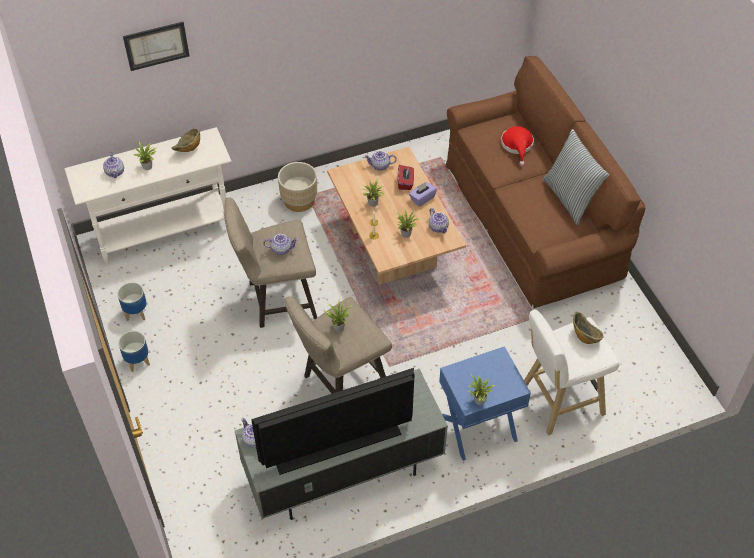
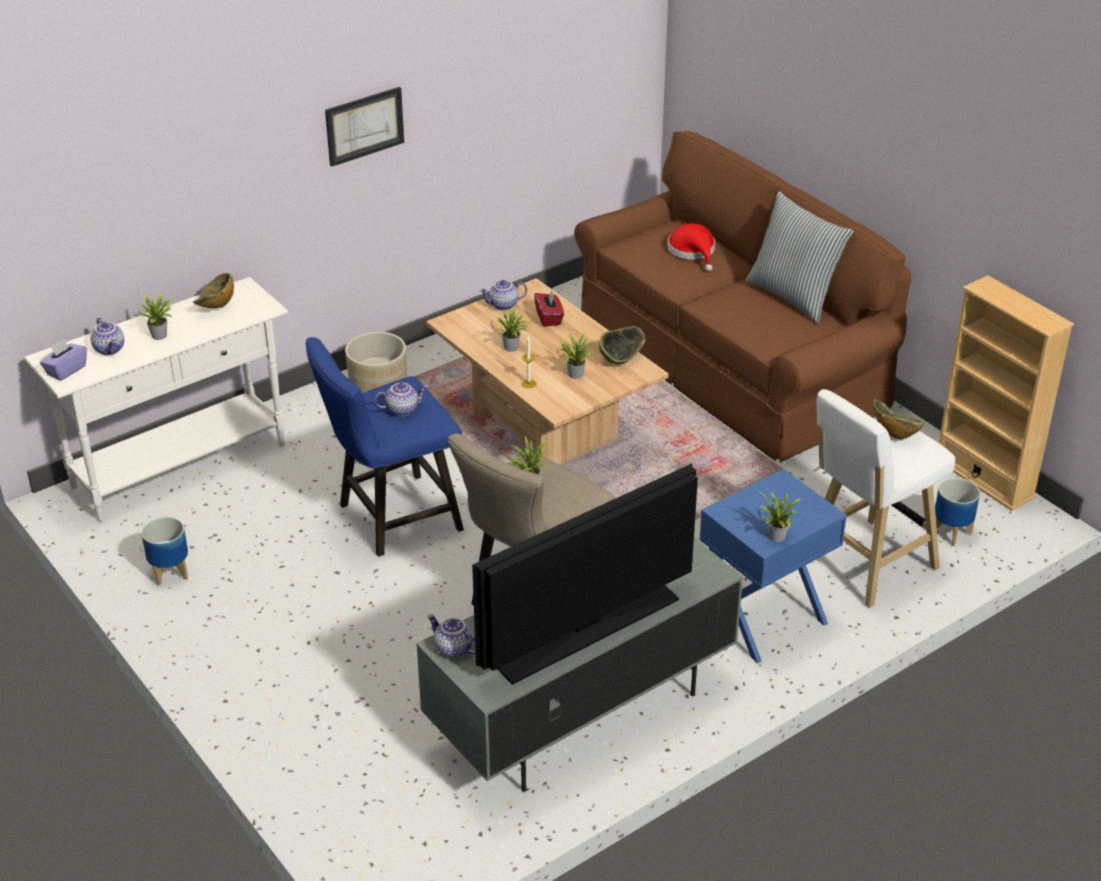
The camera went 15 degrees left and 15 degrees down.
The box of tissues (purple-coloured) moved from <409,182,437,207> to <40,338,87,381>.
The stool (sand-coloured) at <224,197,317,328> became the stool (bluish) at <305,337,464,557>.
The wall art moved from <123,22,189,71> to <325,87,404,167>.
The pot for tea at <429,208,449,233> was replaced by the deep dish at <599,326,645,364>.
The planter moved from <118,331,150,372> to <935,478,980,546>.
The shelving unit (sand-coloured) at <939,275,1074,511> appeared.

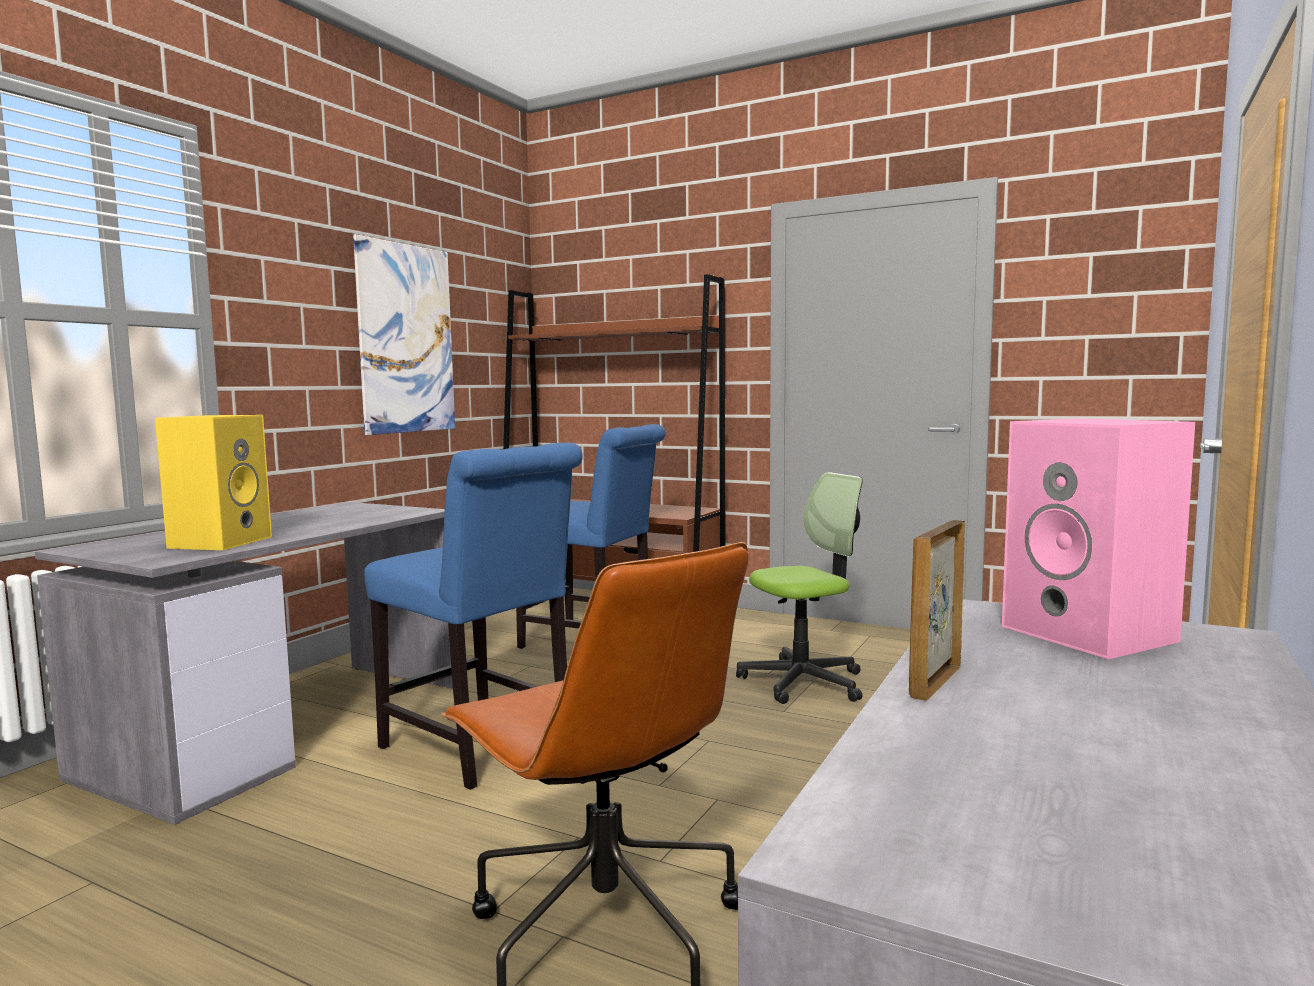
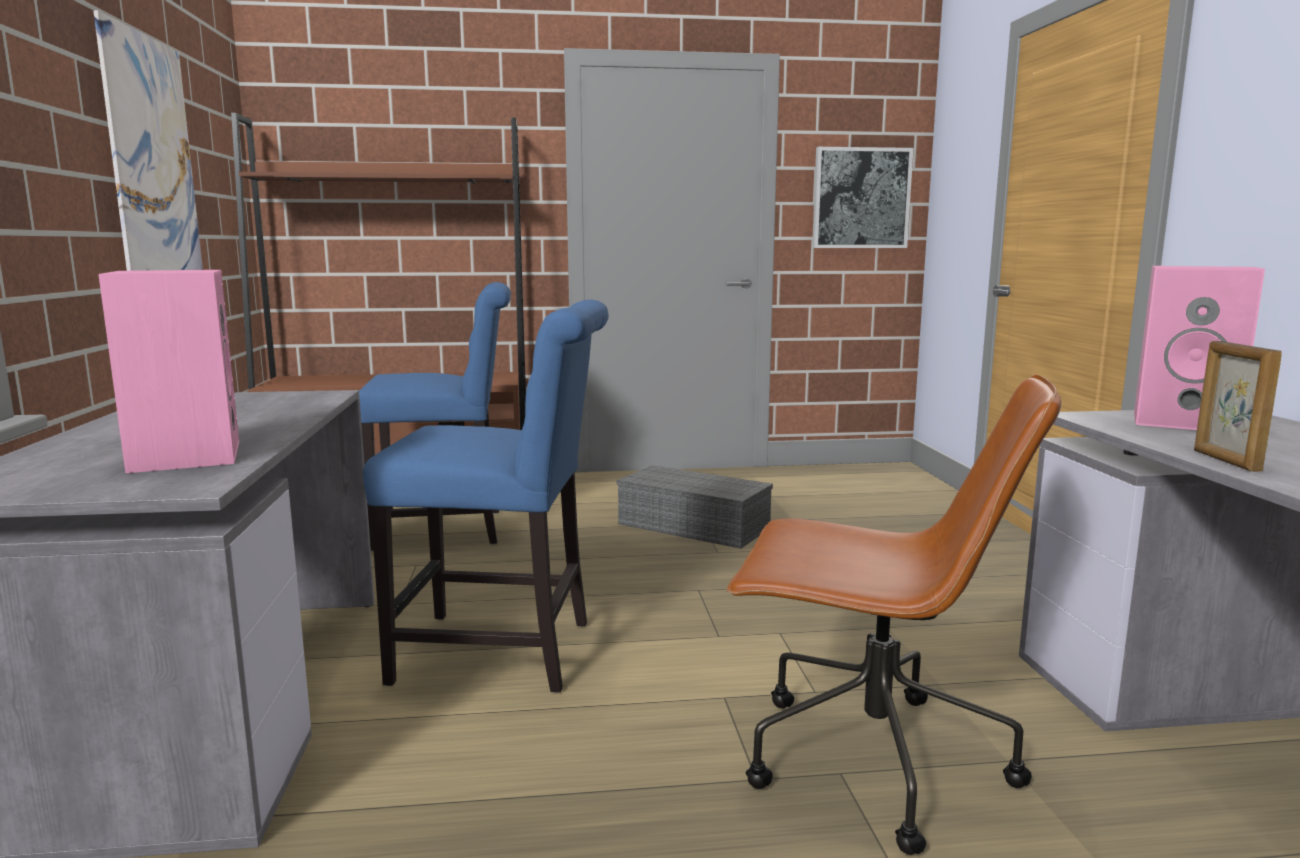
The camera went 35 degrees left and 5 degrees up.
The loudspeaker (yellow) at <155,415,272,550> became the loudspeaker (pink) at <98,270,239,473>.
The desk chair at <736,472,863,704> was replaced by the storage container (grey) at <617,465,773,549>.
The wall art at <812,147,913,248> appeared.

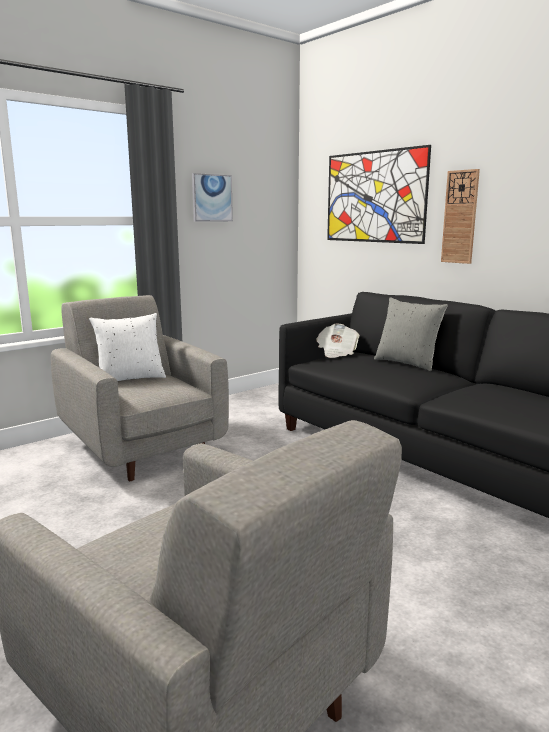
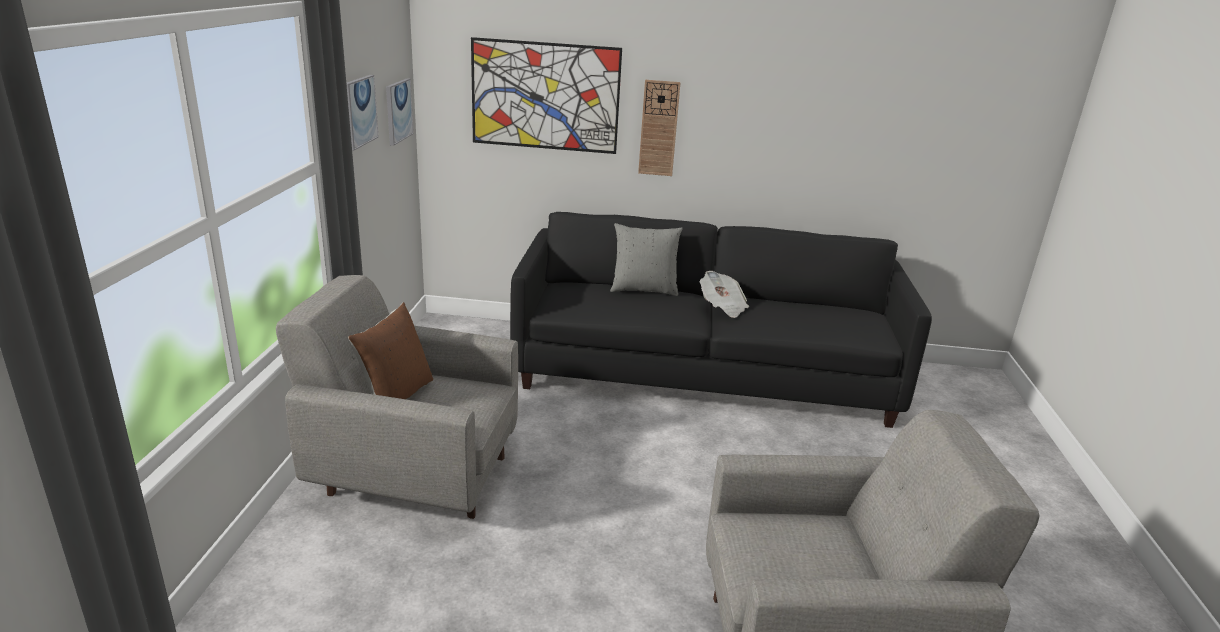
The camera went 45 degrees left and 10 degrees up.
The cushion (white-coloured) at <89,313,166,381> became the cushion (brown-coloured) at <348,302,433,399>.
The wall art at <386,78,413,146> appeared.
The newspaper moved from <316,323,360,358> to <700,271,749,318>.

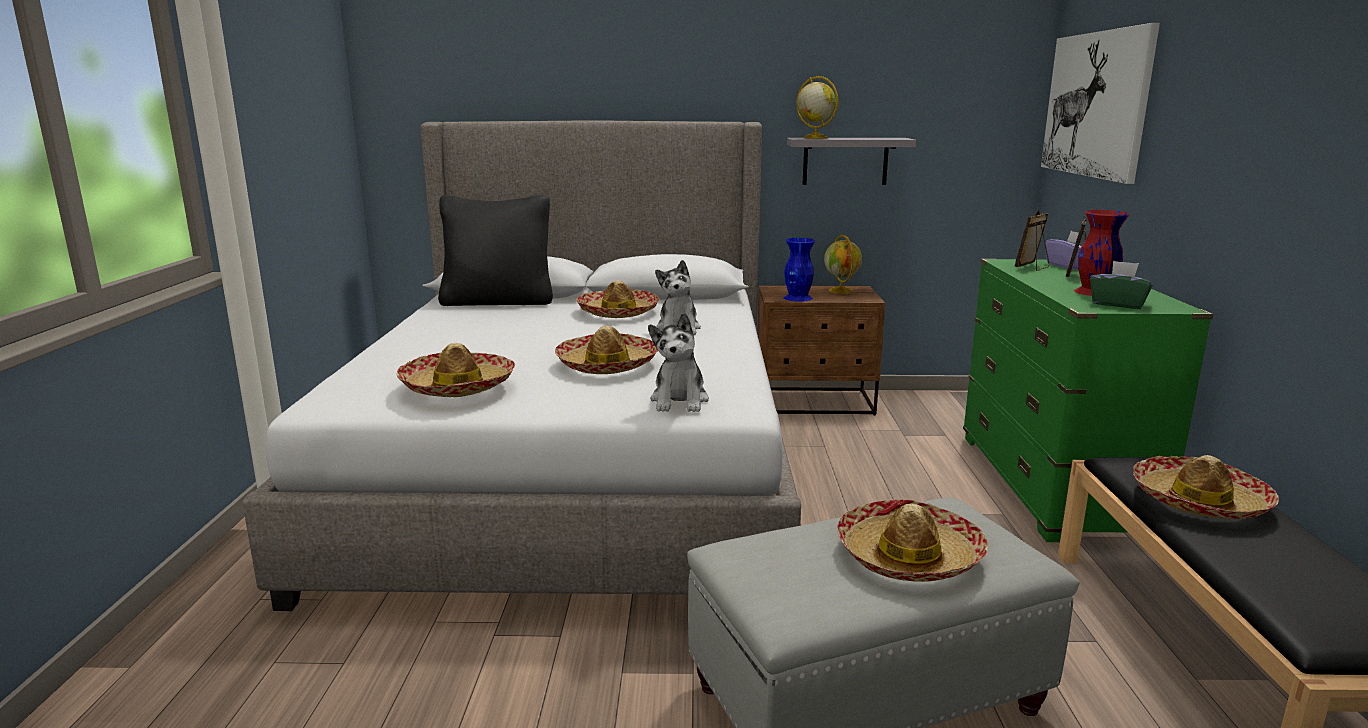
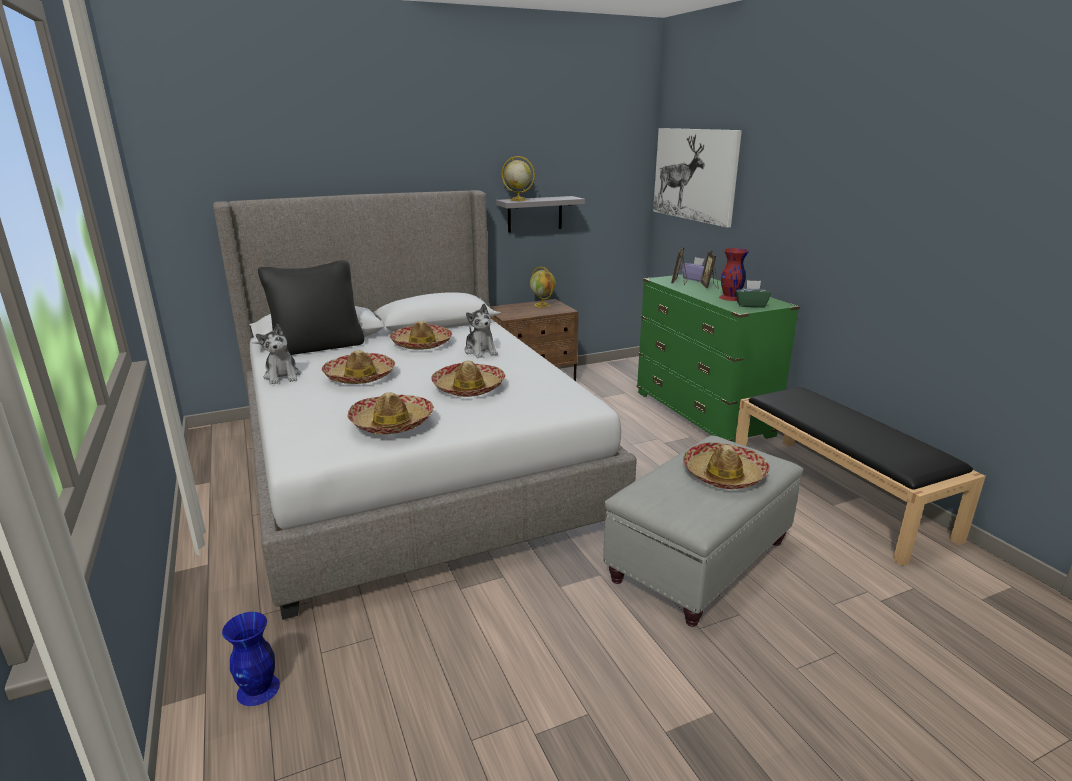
The camera went 25 degrees left and 5 degrees up.
The vase (bluish) moved from <784,238,815,302> to <222,612,280,706>.
The cuddly toy moved from <648,313,709,412> to <256,324,301,385>.
The wearable hat moved from <1133,455,1279,519> to <322,350,395,384>.

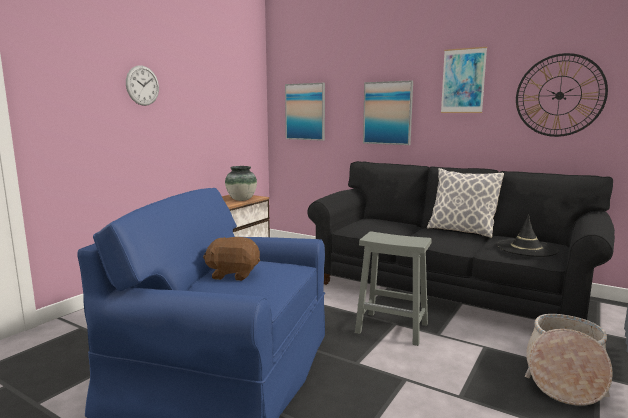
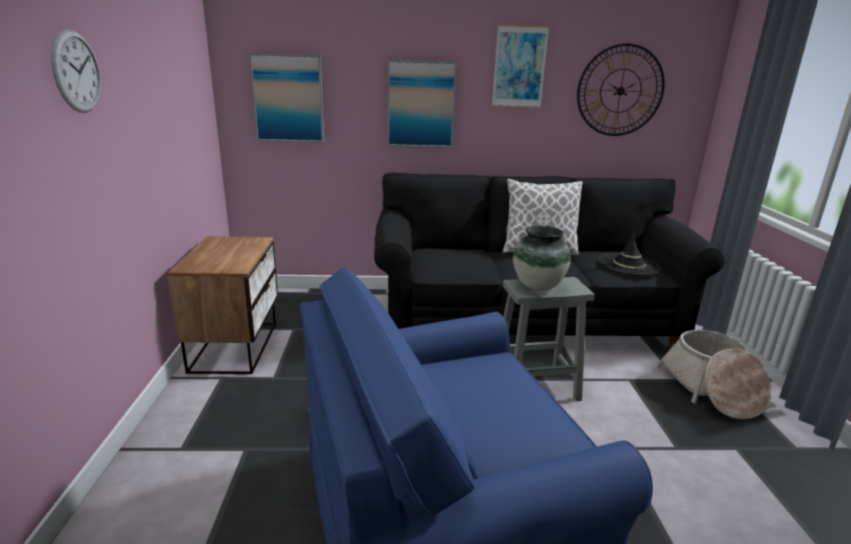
The camera went 35 degrees left and 10 degrees up.
The vase moved from <225,166,257,201> to <513,226,571,291>.
The cuddly toy (brown-coloured) at <203,237,260,281> disappeared.

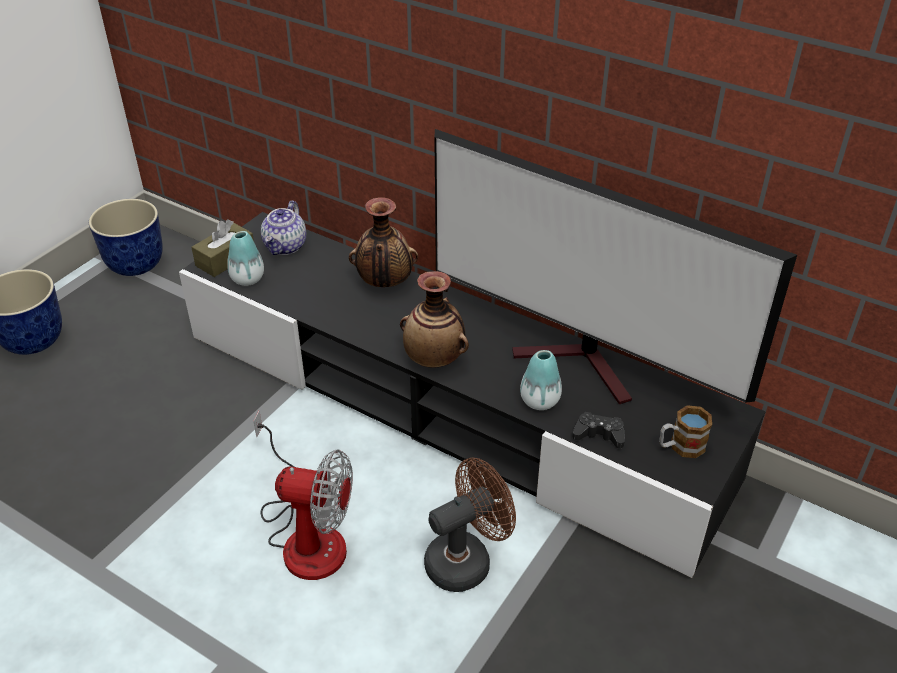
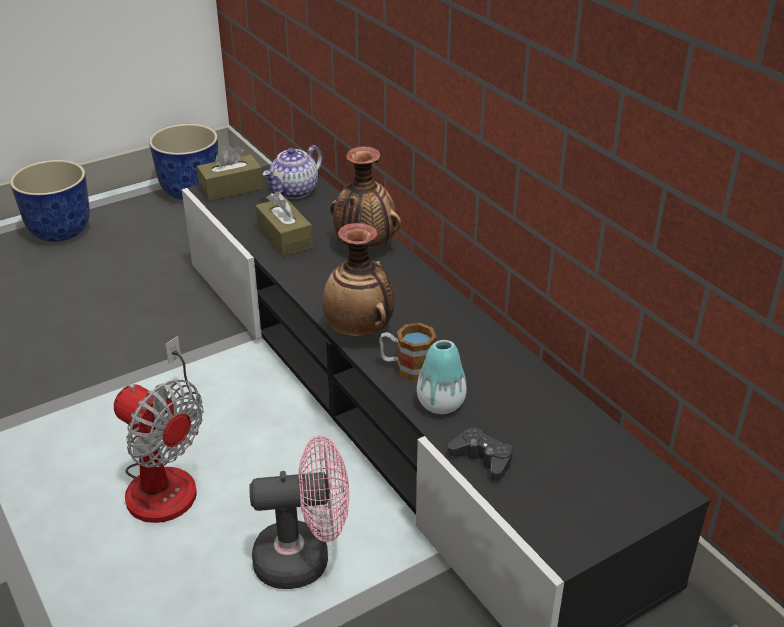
The camera went 25 degrees right and 5 degrees down.
The electric fan (brown-coloured) at <424,457,516,592> became the electric fan (pink) at <249,436,349,589>.
The box of tissues (brown-coloured) at <256,191,313,257> appeared.
The coffee mug moved from <659,405,712,458> to <379,323,436,381>.
The vase at <227,231,264,286> disappeared.
The television at <434,129,797,404> disappeared.

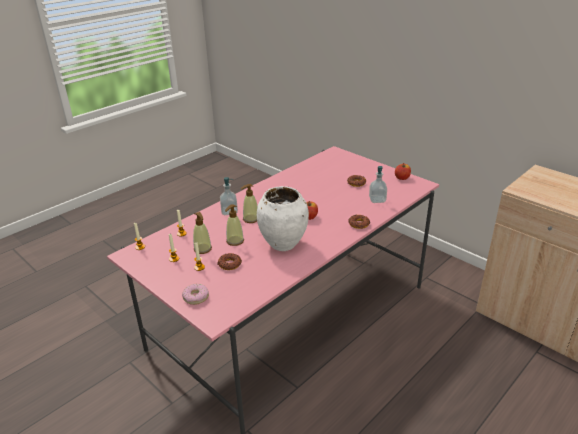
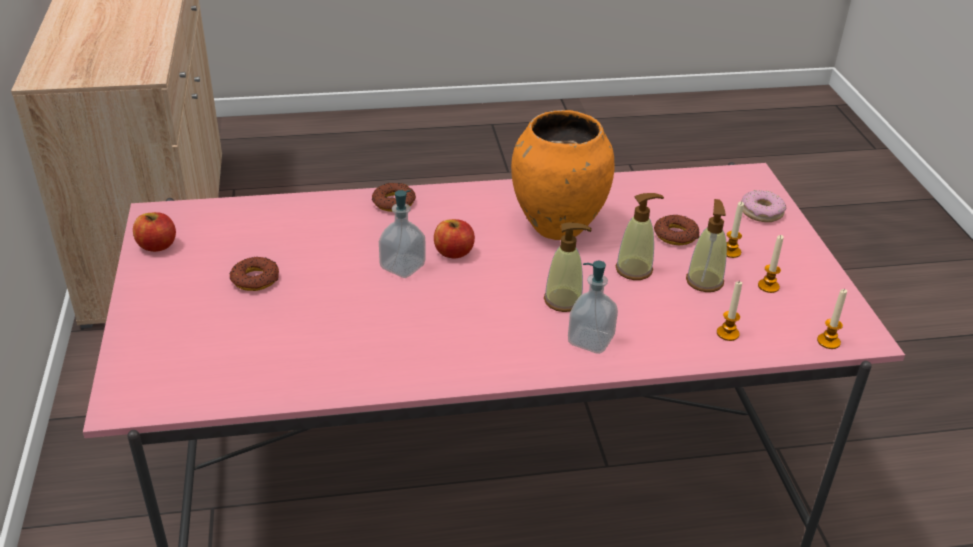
The camera went 145 degrees left and 5 degrees up.
The soap dispenser moved from <369,166,387,203> to <379,190,426,278>.
The vase (white-coloured) at <257,186,309,251> became the vase (orangey) at <511,110,614,240>.

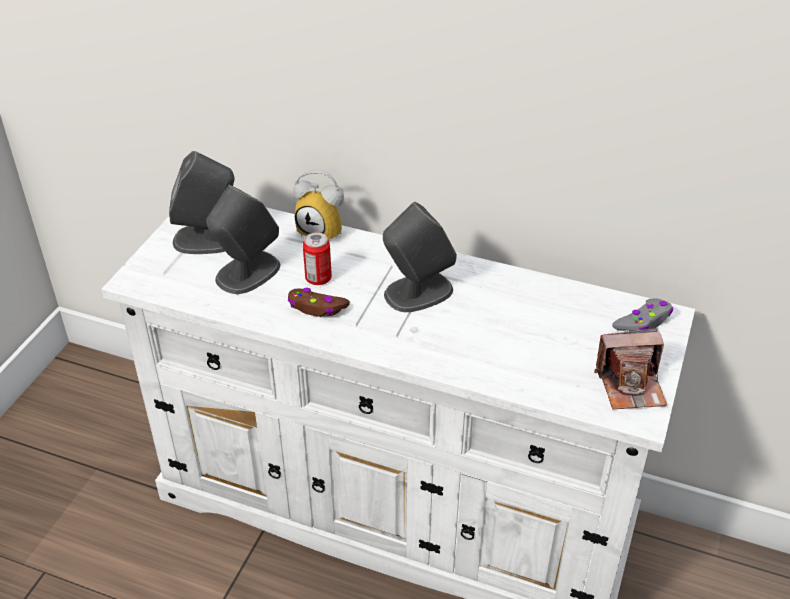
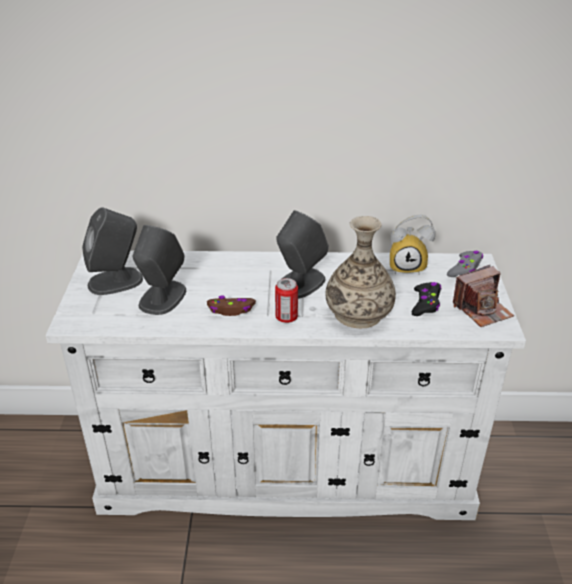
The camera went 20 degrees left and 5 degrees down.
The sealed can moved from <303,232,332,285> to <275,278,298,323>.
The vase at <325,216,396,329> appeared.
The alarm clock moved from <293,169,344,240> to <390,215,436,275>.
The game controller (blackish) at <412,282,441,316> appeared.

